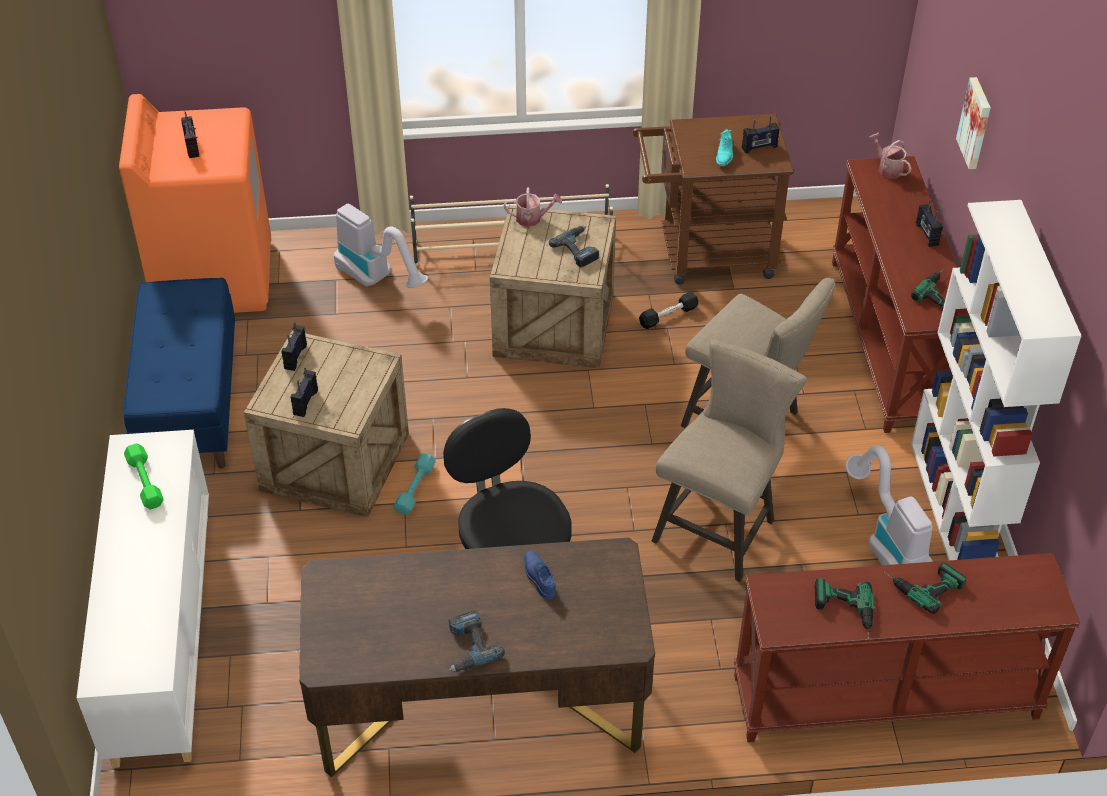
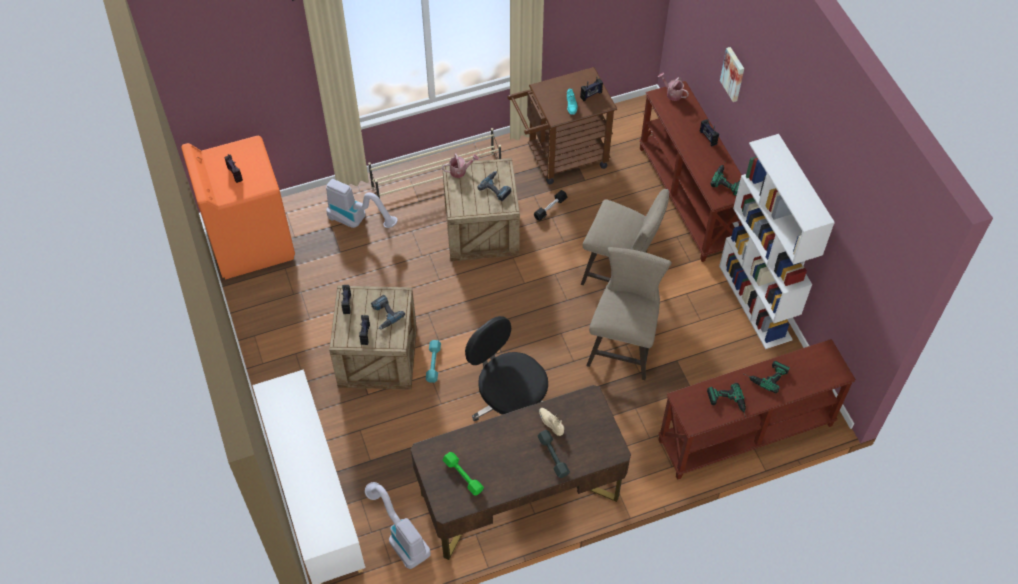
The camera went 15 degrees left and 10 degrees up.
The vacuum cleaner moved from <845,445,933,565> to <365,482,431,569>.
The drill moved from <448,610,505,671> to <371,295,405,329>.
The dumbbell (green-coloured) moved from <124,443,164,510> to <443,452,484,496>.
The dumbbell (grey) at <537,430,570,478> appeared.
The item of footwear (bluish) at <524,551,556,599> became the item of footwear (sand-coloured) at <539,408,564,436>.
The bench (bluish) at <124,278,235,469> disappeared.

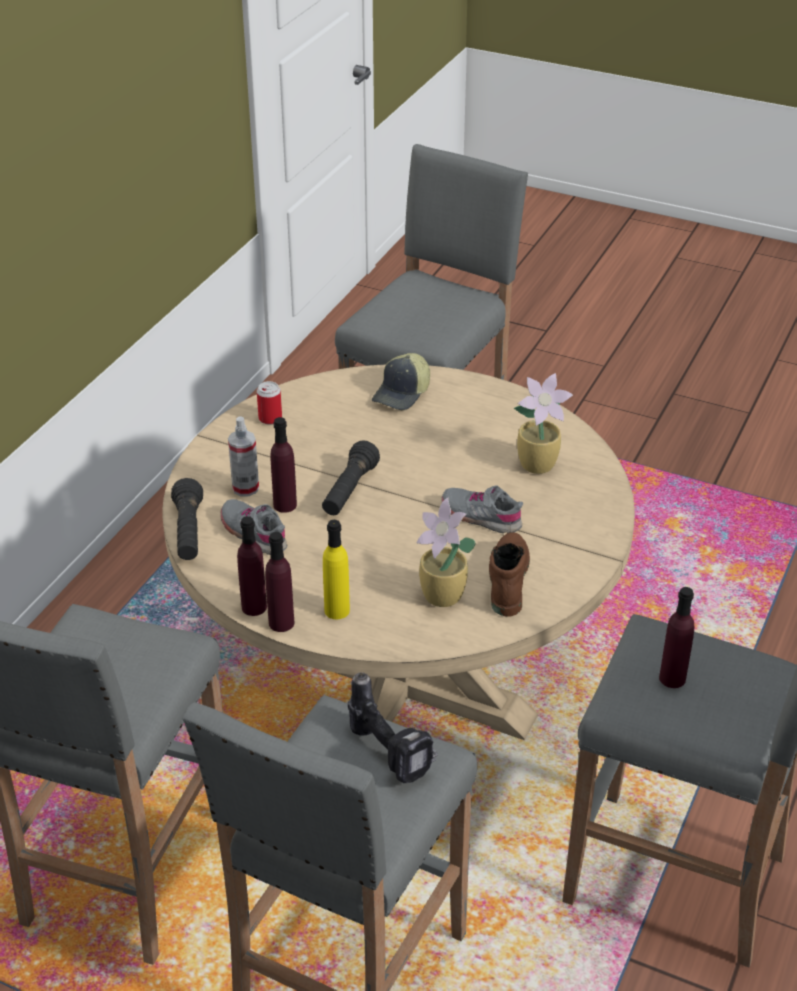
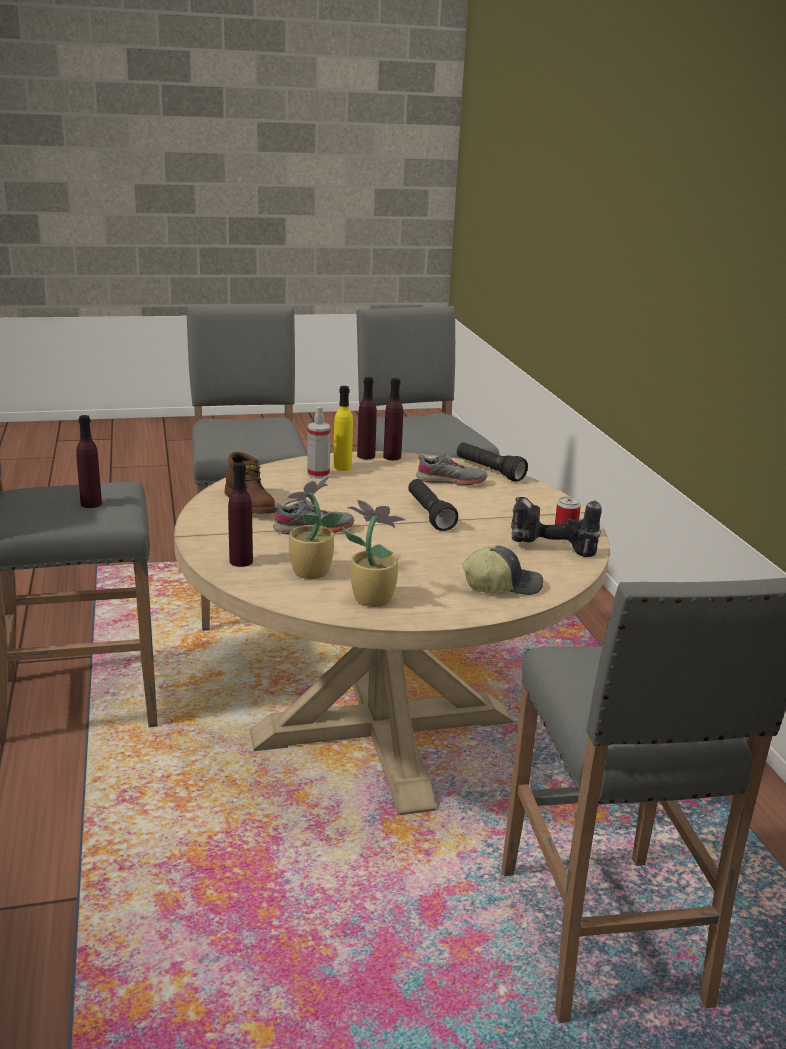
The camera went 140 degrees right and 15 degrees down.
The beverage bottle (purple-coloured) moved from <270,417,297,513> to <228,462,253,567>.
The hand sprayer moved from <228,416,259,496> to <307,406,331,479>.
The plant in a pot moved from <416,497,476,607> to <343,499,406,607>.
The cap at <372,353,430,410> turned 90 degrees clockwise.
The drill moved from <347,673,438,783> to <511,497,601,557>.

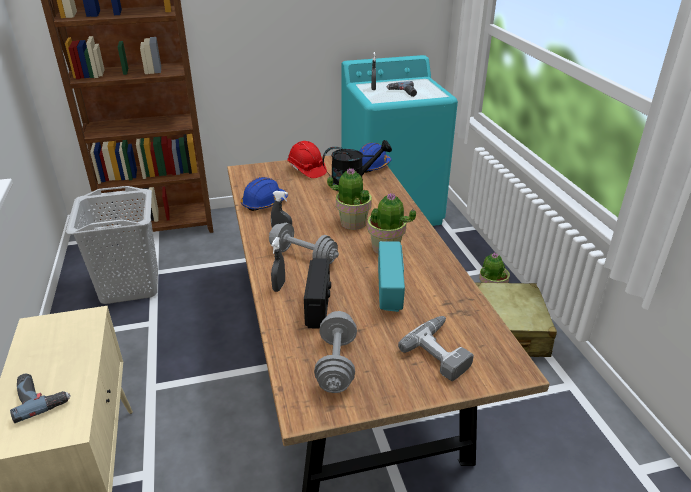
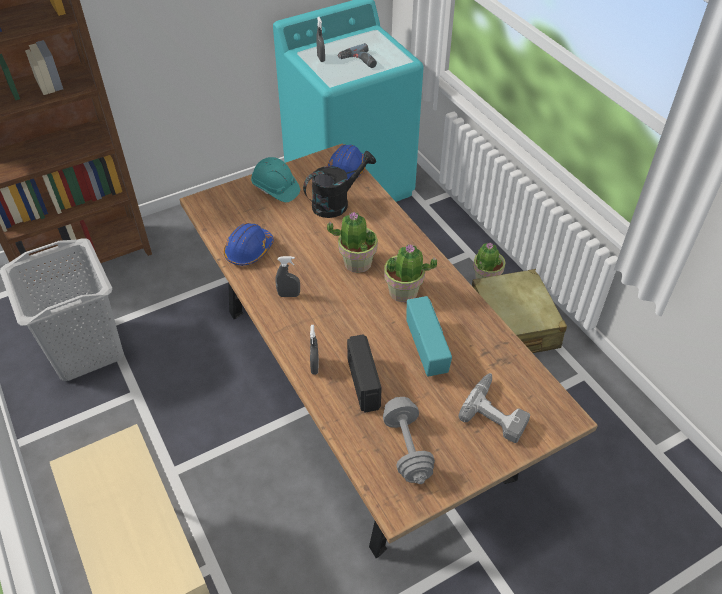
The camera went 15 degrees left and 15 degrees up.
The work helmet (red) at <288,141,327,178> became the work helmet (blue-green) at <251,157,300,202>.
The drill at <10,374,70,423> disappeared.
The dumbbell (grey) at <269,223,339,264> disappeared.

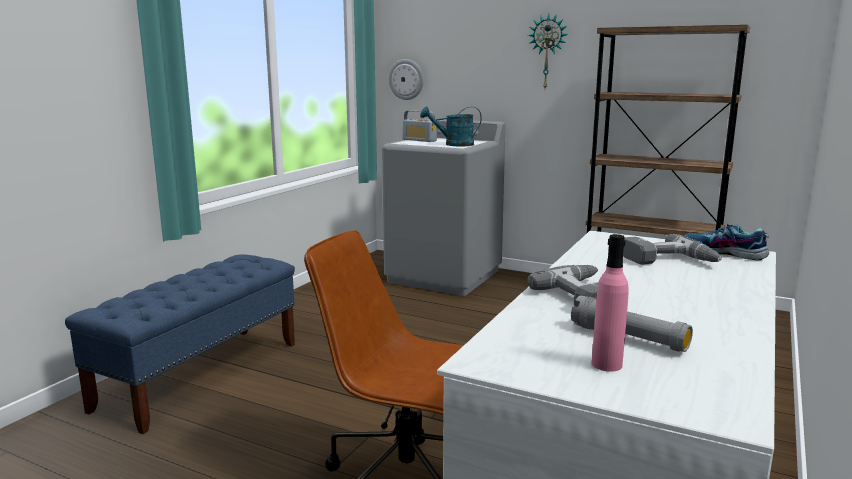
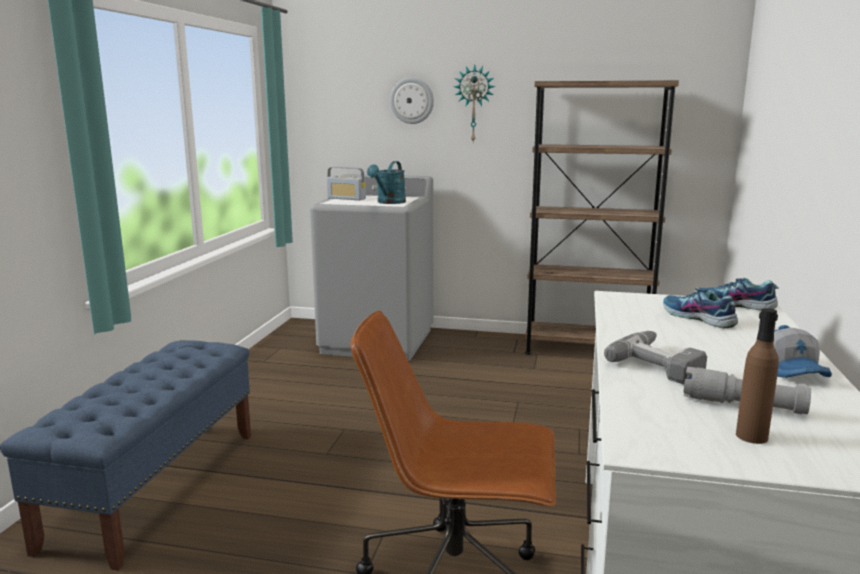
The camera went 15 degrees left and 0 degrees up.
The watering pot (blue-green) at <420,107,482,146> turned 45 degrees counterclockwise.
The wall clock moved from <389,59,424,100> to <390,77,434,124>.
The drill at <623,234,722,265> was replaced by the item of footwear at <663,289,738,328>.
The beverage bottle (pink) at <592,234,629,372> became the beverage bottle (brown-coloured) at <736,308,779,444>.
The cap at <774,325,832,378> appeared.

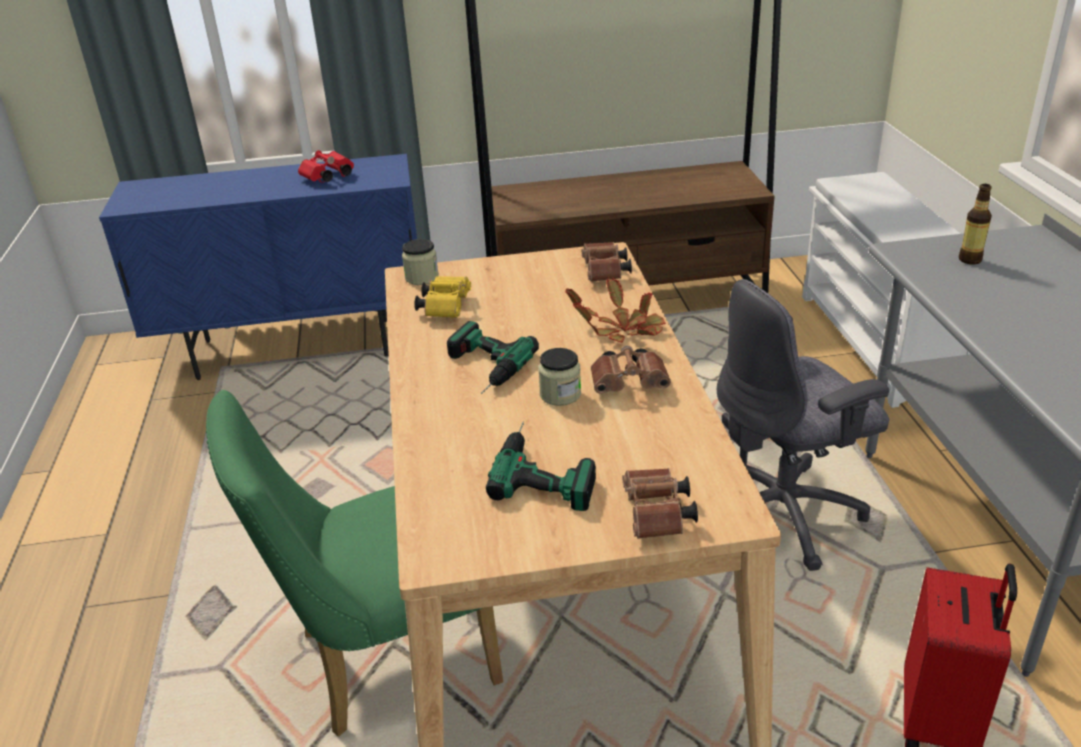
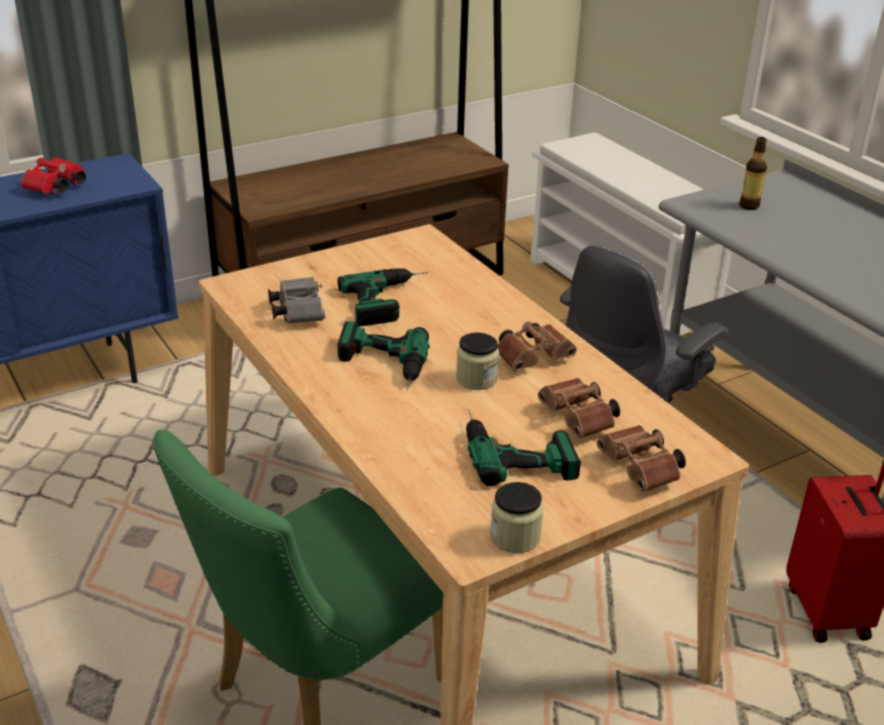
The camera went 25 degrees left and 0 degrees up.
The pair of binoculars (yellow) at <415,276,471,318> became the pair of binoculars (grey) at <268,277,325,323>.
The drill at <338,268,429,327> appeared.
The preserve jar moved from <402,239,439,285> to <490,482,543,553>.
The pair of binoculars (brown-coloured) moved from <582,242,632,282> to <538,378,620,439>.
The plant in a pot at <565,277,666,343> disappeared.

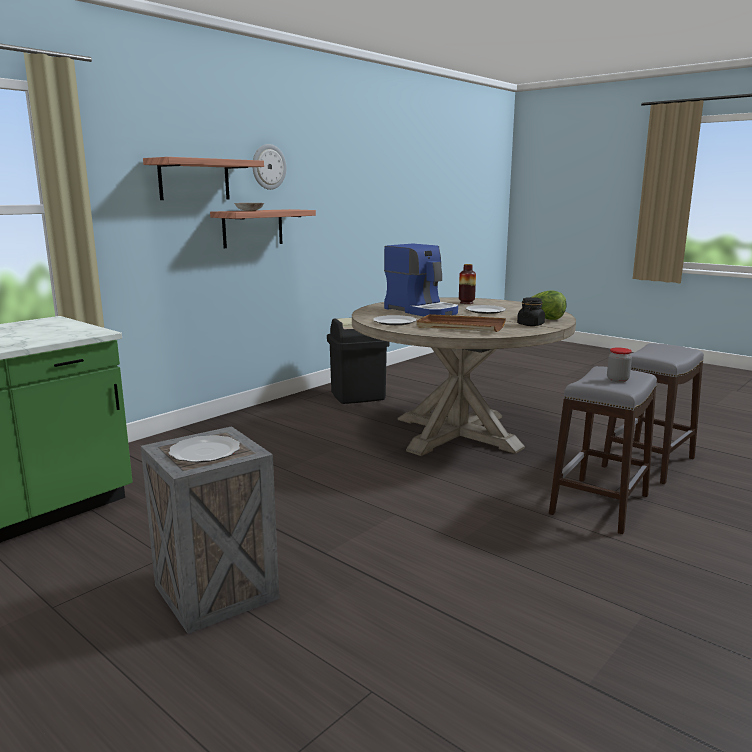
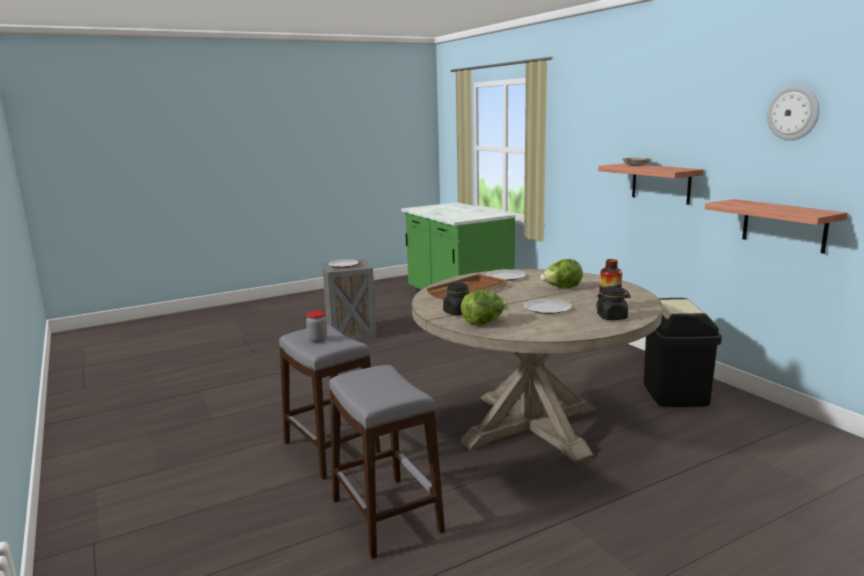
The camera went 110 degrees right and 0 degrees up.
The coffee brewer at <384,244,458,316> was replaced by the head of lettuce at <540,259,583,288>.
The preserve jar (blackish) at <596,286,631,320> appeared.
The wall shelf moved from <143,157,264,200> to <705,199,848,254>.
The wall clock moved from <252,144,286,190> to <767,85,819,141>.

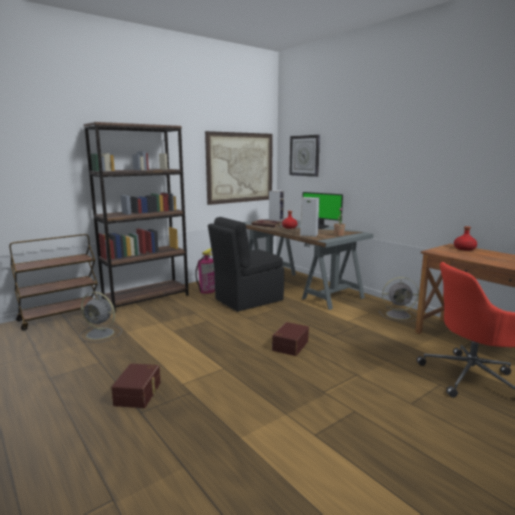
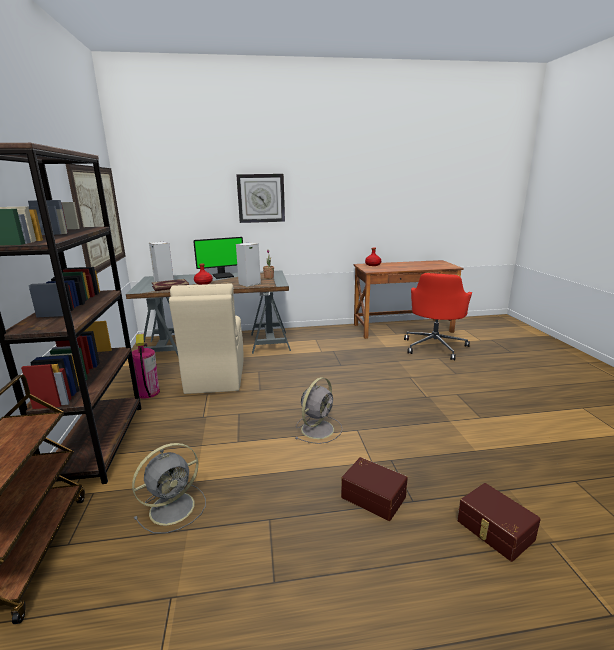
The camera went 60 degrees left and 5 degrees up.
The plain chair (blackish) at <208,217,284,312> became the plain chair (sand-coloured) at <169,283,243,394>.
The wall clock moved from <289,135,320,177> to <236,174,285,223>.
The electric fan (grey) moved from <379,277,419,322> to <295,377,343,444>.
The storage container (brown-coloured) moved from <272,322,309,356> to <457,483,541,562>.

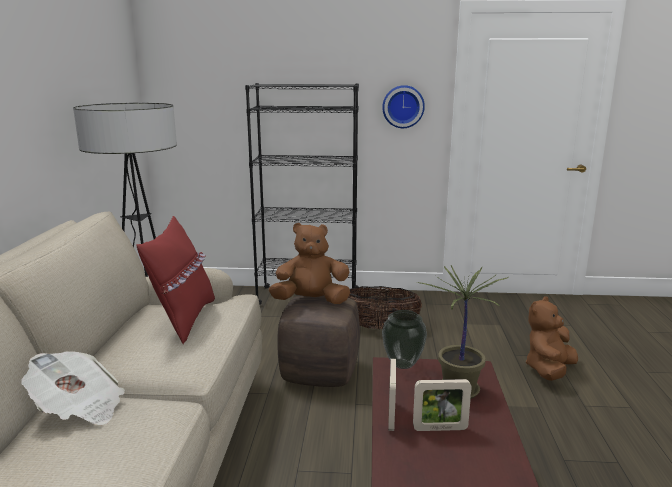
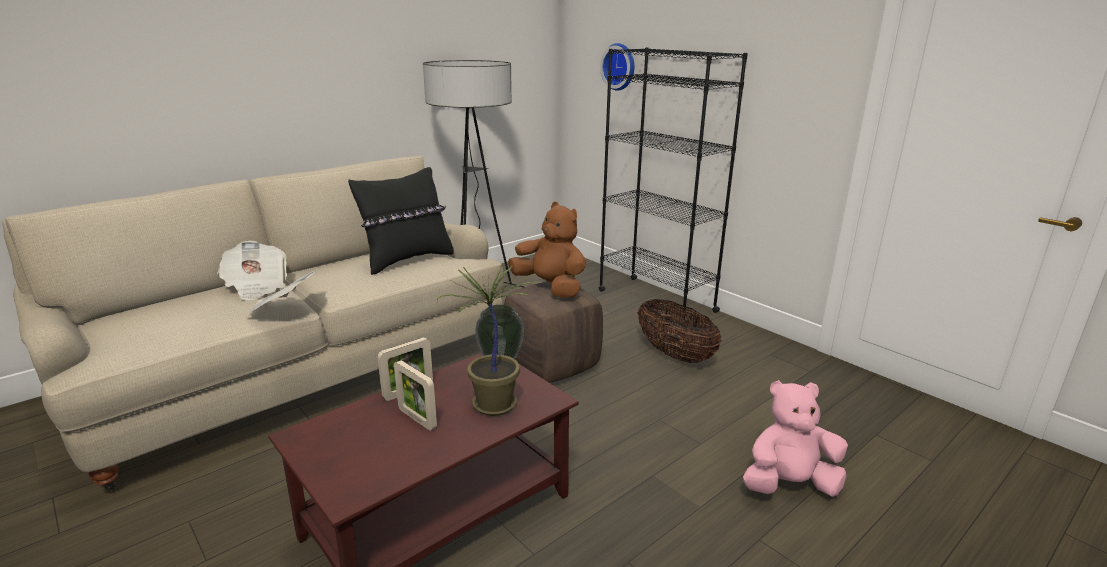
The camera went 45 degrees right and 5 degrees up.
The newspaper at <246,271,315,315> appeared.
The cushion (red) at <137,216,215,344> became the cushion (blackish) at <348,167,454,275>.
The wall clock moved from <382,85,425,128> to <600,43,634,91>.
The cuddly toy (brown-coloured) at <526,296,578,381> became the cuddly toy (pink) at <743,380,848,497>.

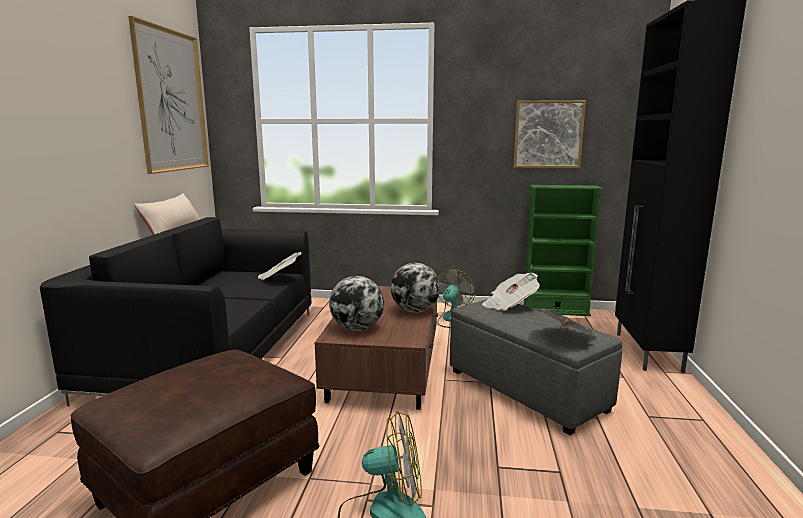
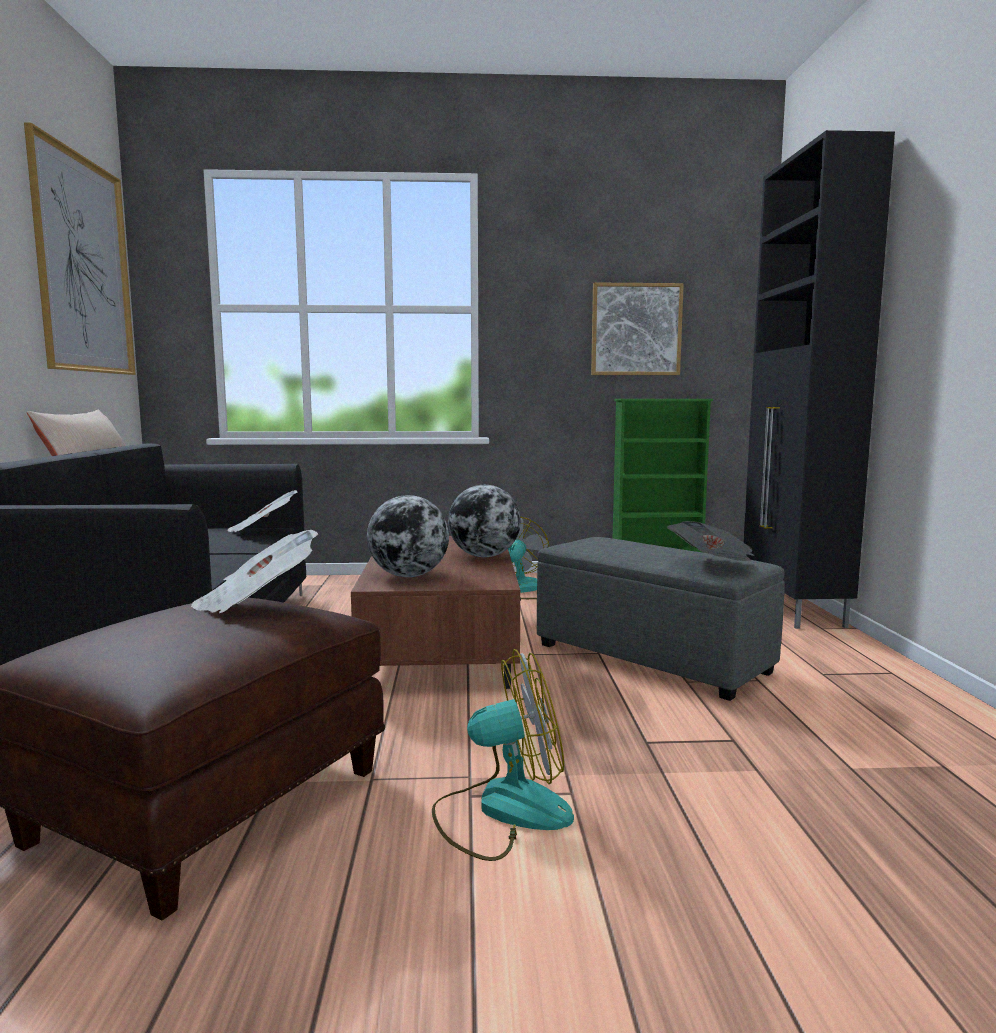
The camera went 10 degrees left and 5 degrees down.
The newspaper moved from <482,273,540,311> to <191,530,318,613>.

